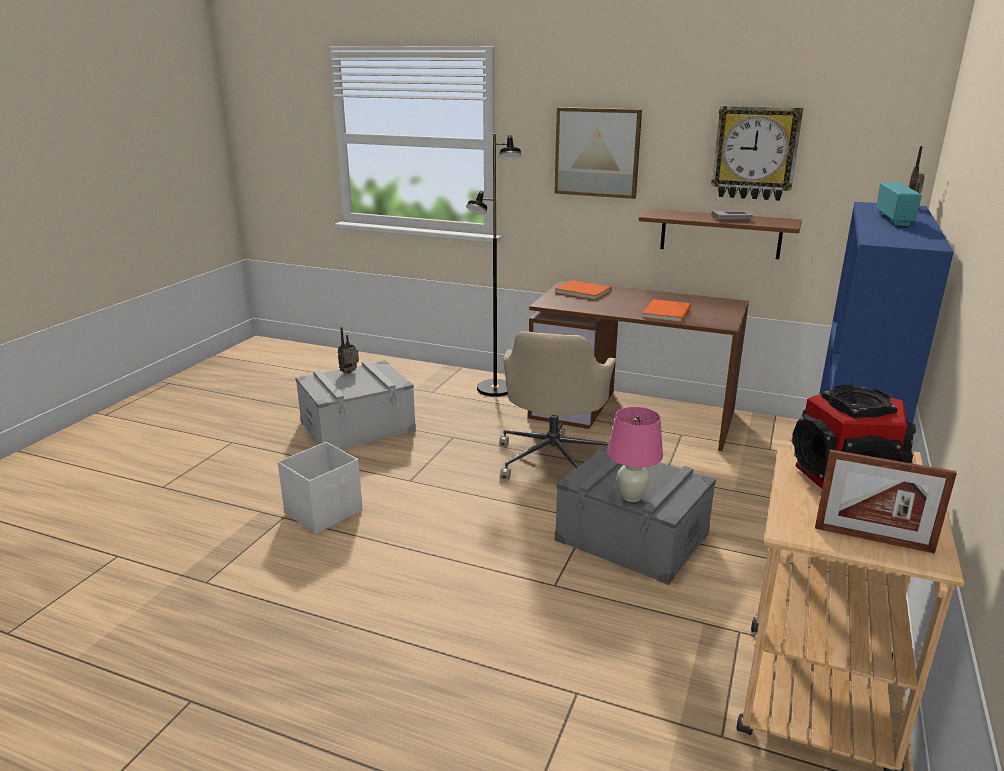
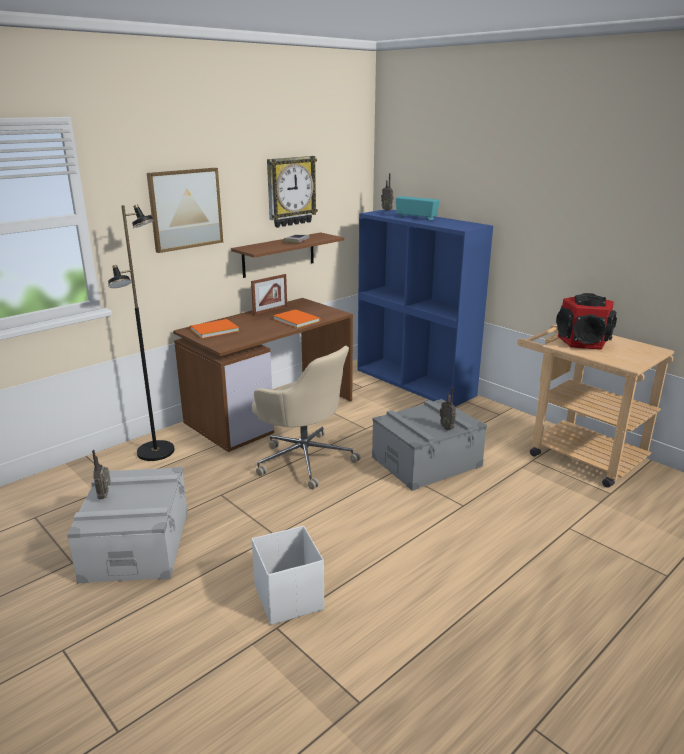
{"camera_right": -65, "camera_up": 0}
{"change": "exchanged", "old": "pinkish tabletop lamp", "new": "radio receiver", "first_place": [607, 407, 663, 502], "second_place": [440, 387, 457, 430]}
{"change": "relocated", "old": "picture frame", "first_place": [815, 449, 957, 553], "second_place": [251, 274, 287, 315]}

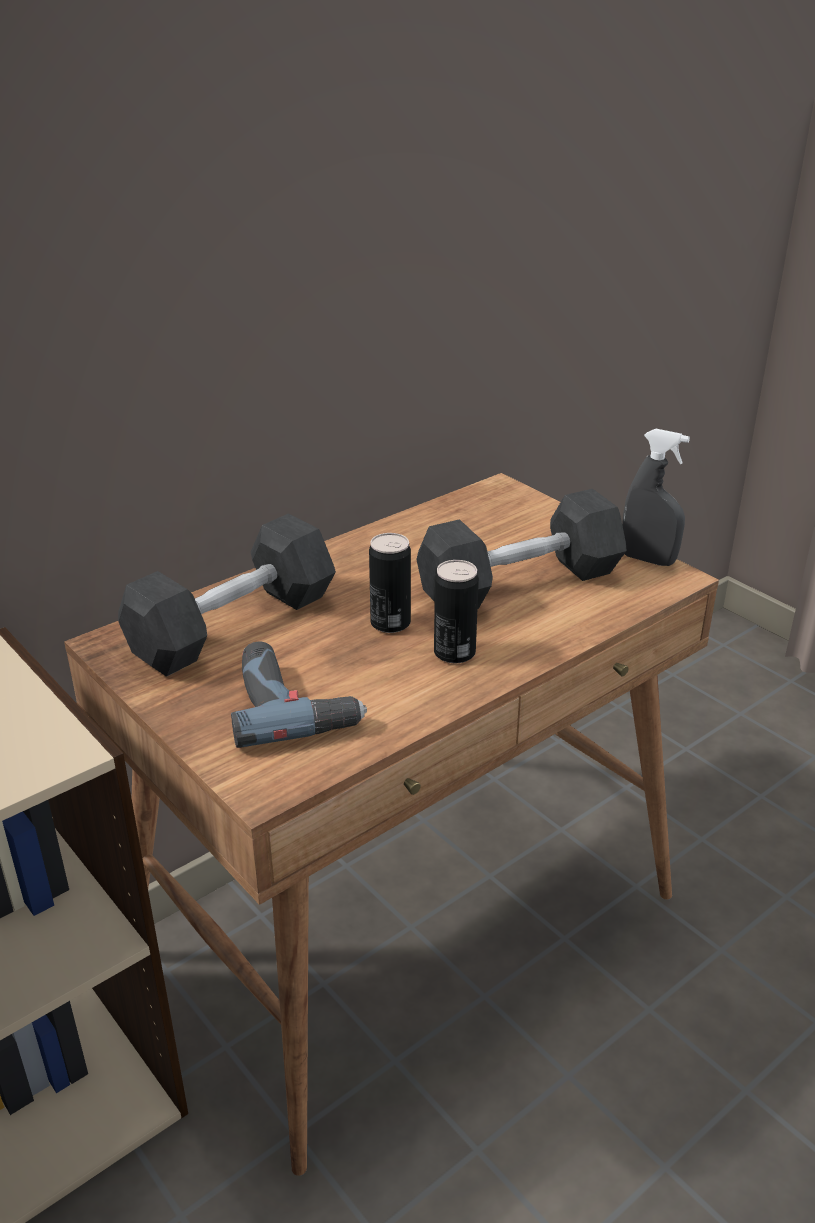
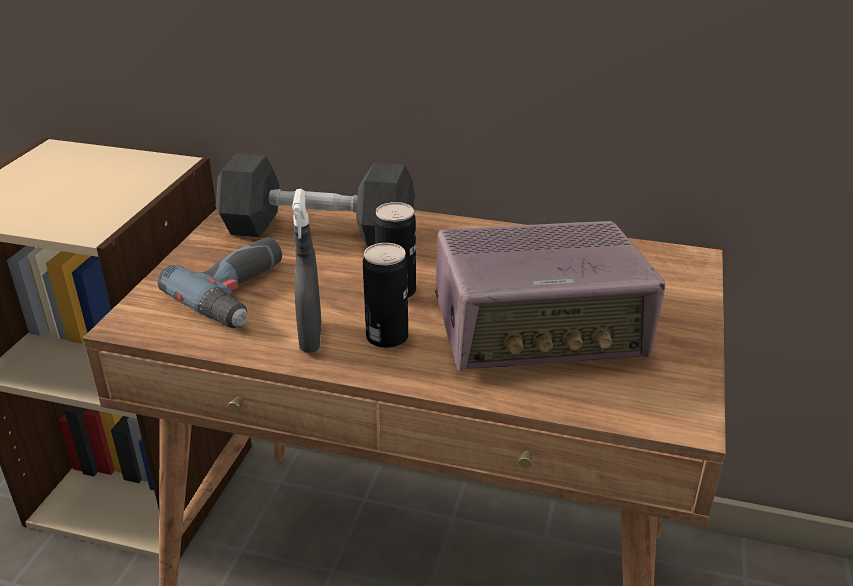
{"camera_right": 55, "camera_up": 0}
{"change": "relocated", "old": "greyish hand sprayer", "first_place": [622, 429, 690, 566], "second_place": [292, 189, 322, 353]}
{"change": "exchanged", "old": "greyish hand weight", "new": "radio receiver", "first_place": [416, 489, 626, 609], "second_place": [435, 221, 665, 372]}

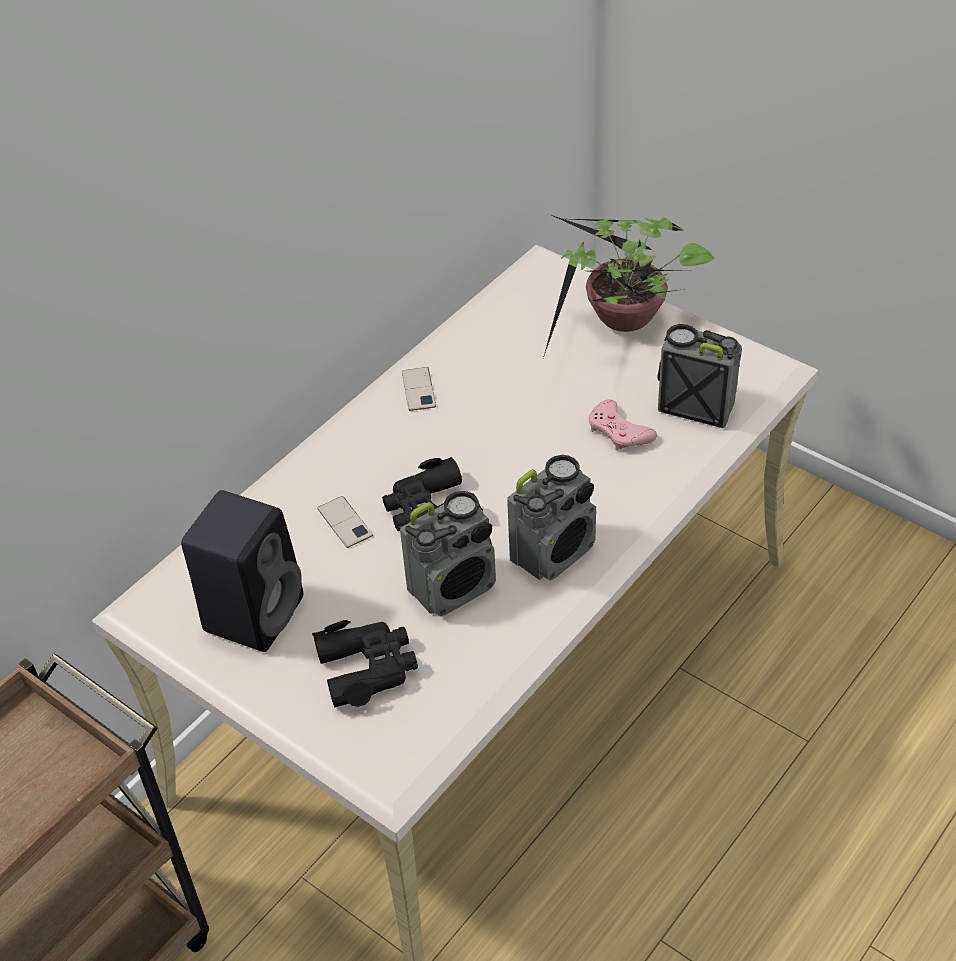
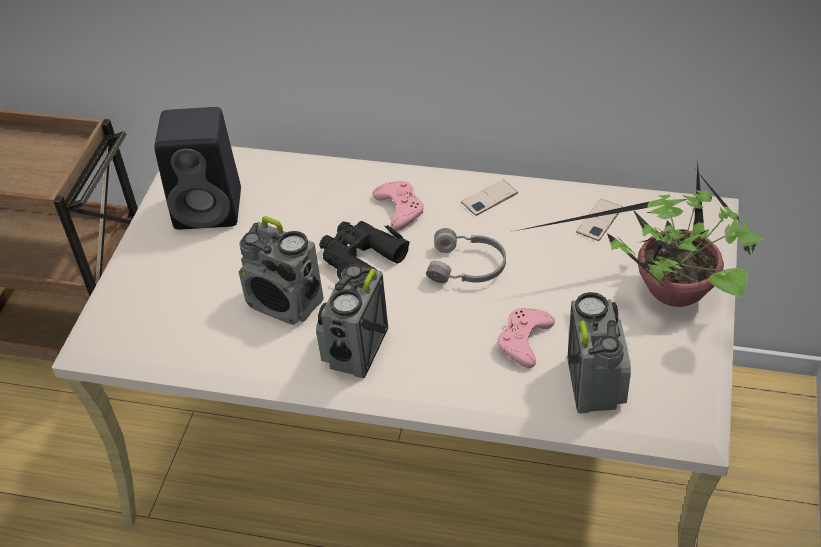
{"camera_right": 65, "camera_up": 0}
{"change": "spun", "old": "radio receiver", "first_place": [507, 455, 596, 581], "second_place": [316, 264, 388, 378], "degrees": 90}
{"change": "relocated", "old": "telephone", "first_place": [317, 496, 373, 548], "second_place": [576, 199, 622, 241]}
{"change": "missing", "old": "black field glasses", "first_place": [312, 620, 418, 707]}
{"change": "appeared", "new": "pinkish game controller", "second_place": [372, 181, 424, 231]}
{"change": "appeared", "new": "greyish pair of headphones", "second_place": [426, 228, 506, 283]}

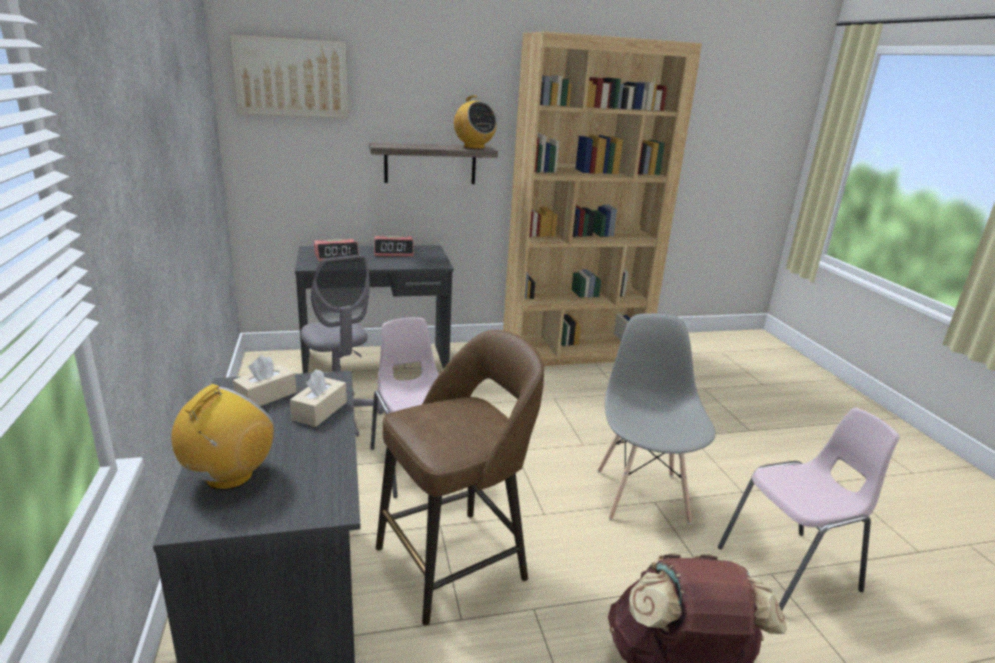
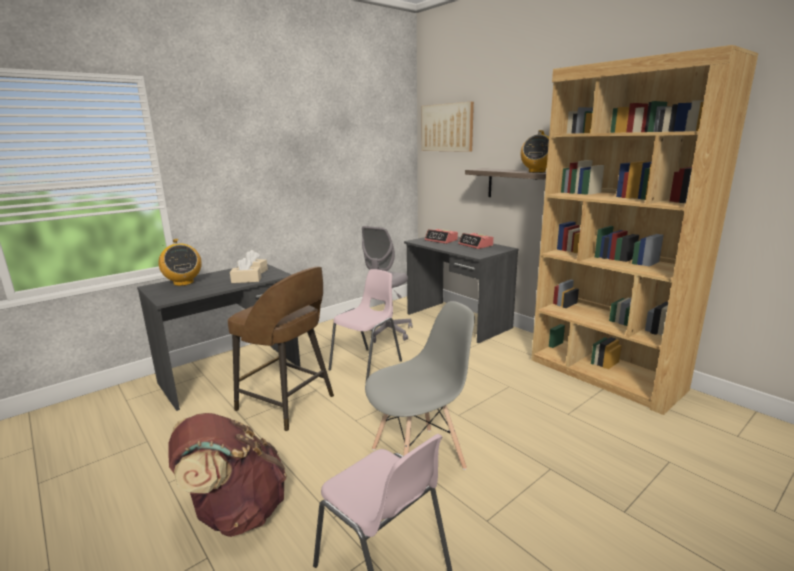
{"camera_right": 65, "camera_up": -5}
{"change": "spun", "old": "radio receiver", "first_place": [171, 384, 274, 490], "second_place": [158, 239, 202, 286], "degrees": 60}

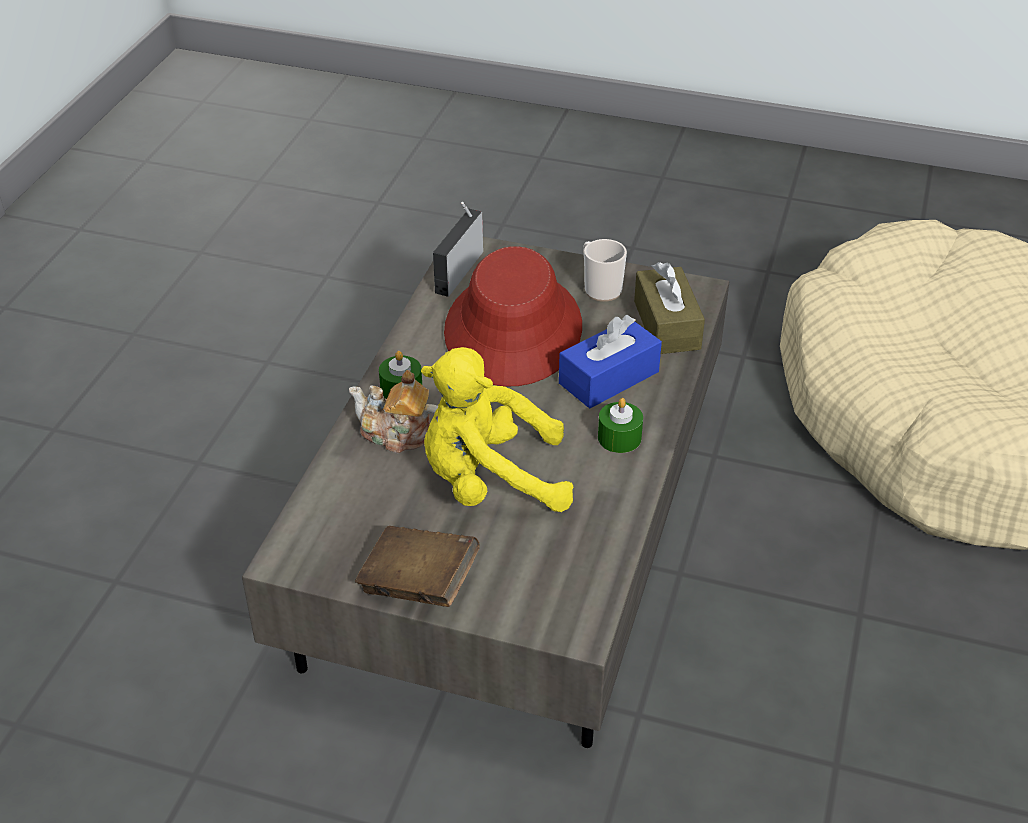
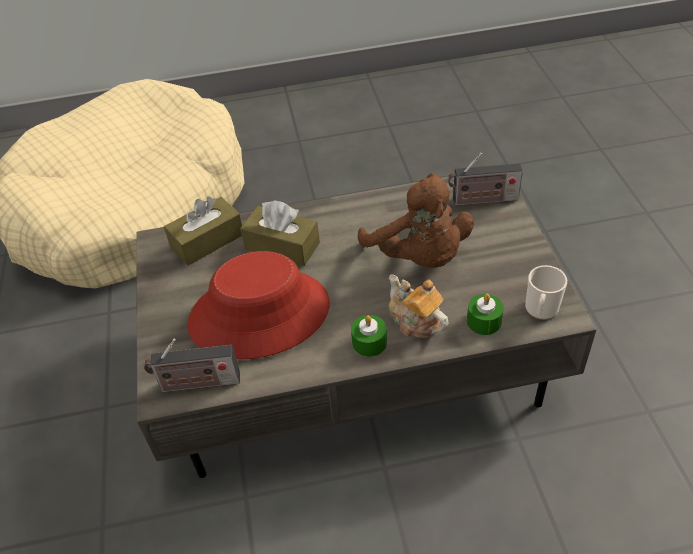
{"camera_right": -115, "camera_up": 5}
{"change": "relocated", "old": "tea mug", "first_place": [583, 239, 627, 302], "second_place": [525, 265, 567, 320]}
{"change": "colour", "old": "blue tissue holder", "new": "brownish tissue holder", "first_place": [559, 315, 662, 408], "second_place": [240, 200, 320, 266]}
{"change": "colour", "old": "yellow-coloured soft toy", "new": "brownish soft toy", "first_place": [421, 347, 573, 512], "second_place": [358, 174, 474, 268]}
{"change": "spun", "old": "pot for tea", "first_place": [349, 370, 438, 453], "second_place": [389, 275, 449, 338], "degrees": 150}
{"change": "relocated", "old": "green-coloured wax candle", "first_place": [598, 398, 643, 453], "second_place": [467, 294, 504, 335]}
{"change": "missing", "old": "brownish book", "first_place": [355, 526, 480, 607]}
{"change": "appeared", "new": "radio receiver", "second_place": [448, 153, 523, 206]}

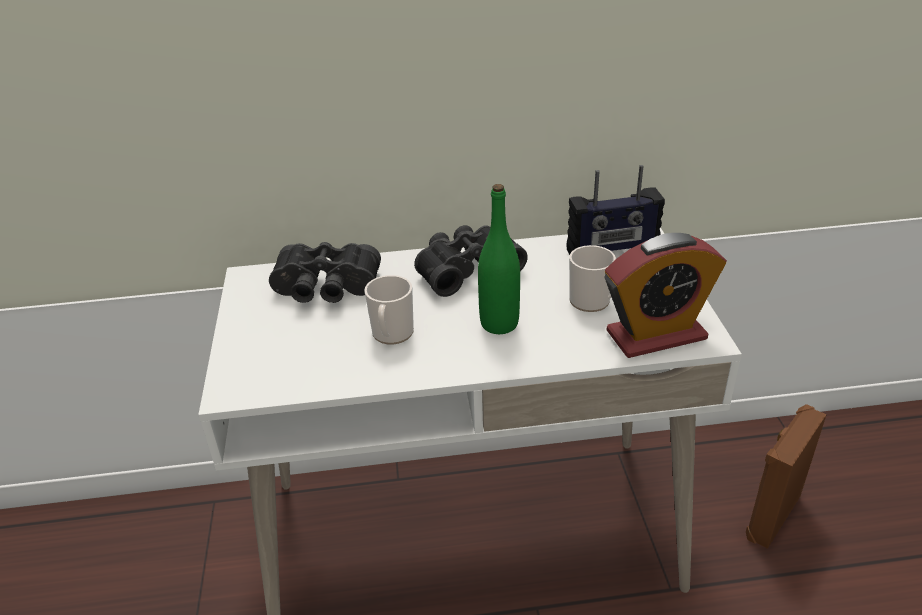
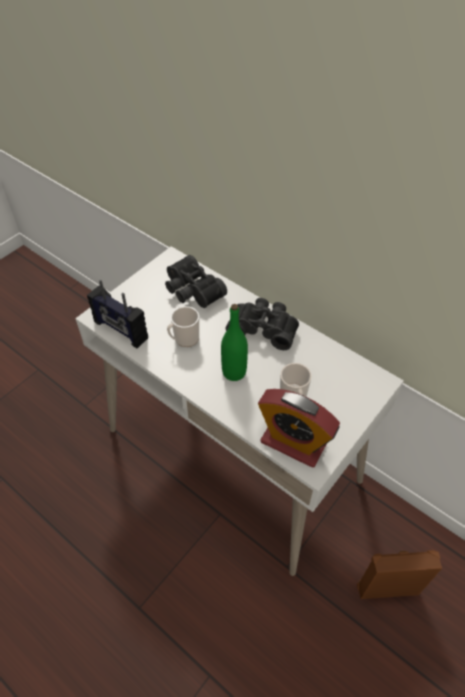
{"camera_right": 45, "camera_up": 15}
{"change": "relocated", "old": "radio receiver", "first_place": [567, 165, 665, 255], "second_place": [87, 280, 148, 348]}

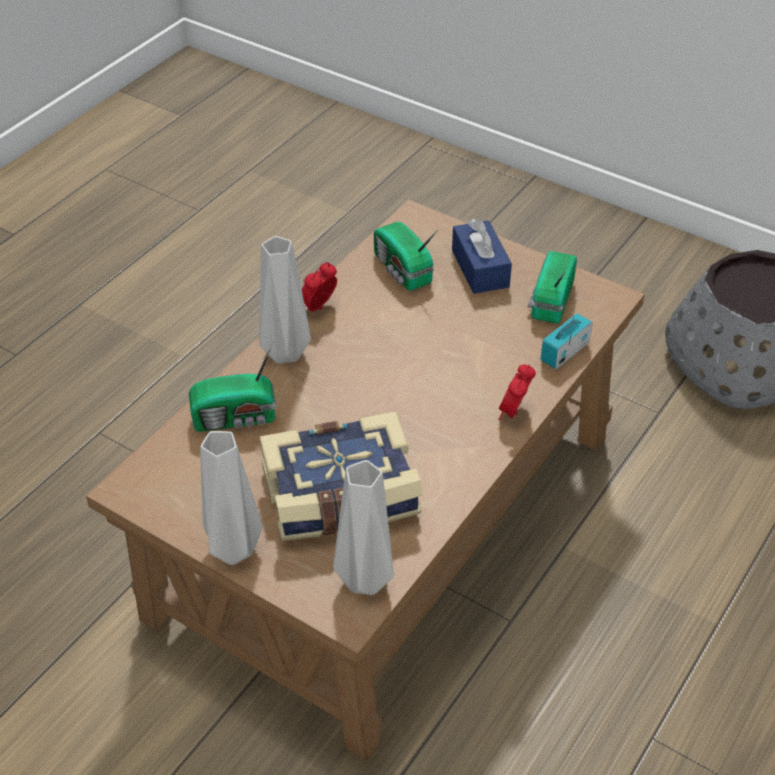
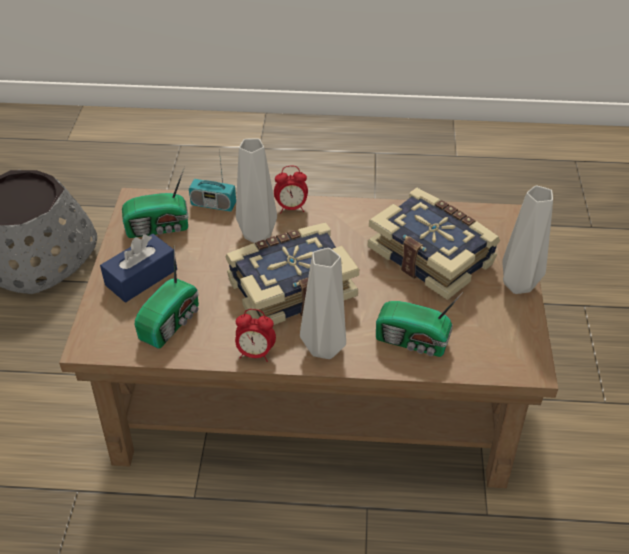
{"camera_right": -120, "camera_up": 0}
{"change": "spun", "old": "radio receiver", "first_place": [189, 342, 276, 432], "second_place": [376, 292, 463, 357], "degrees": 150}
{"change": "relocated", "old": "greyish decorative vase", "first_place": [333, 460, 394, 595], "second_place": [236, 138, 277, 243]}
{"change": "appeared", "new": "book", "second_place": [226, 223, 359, 325]}

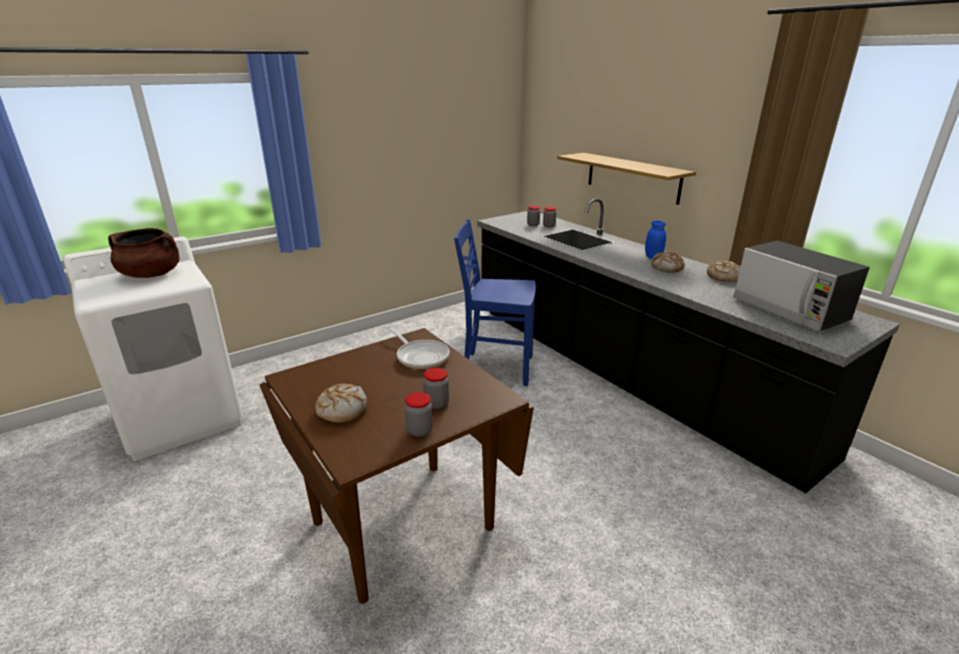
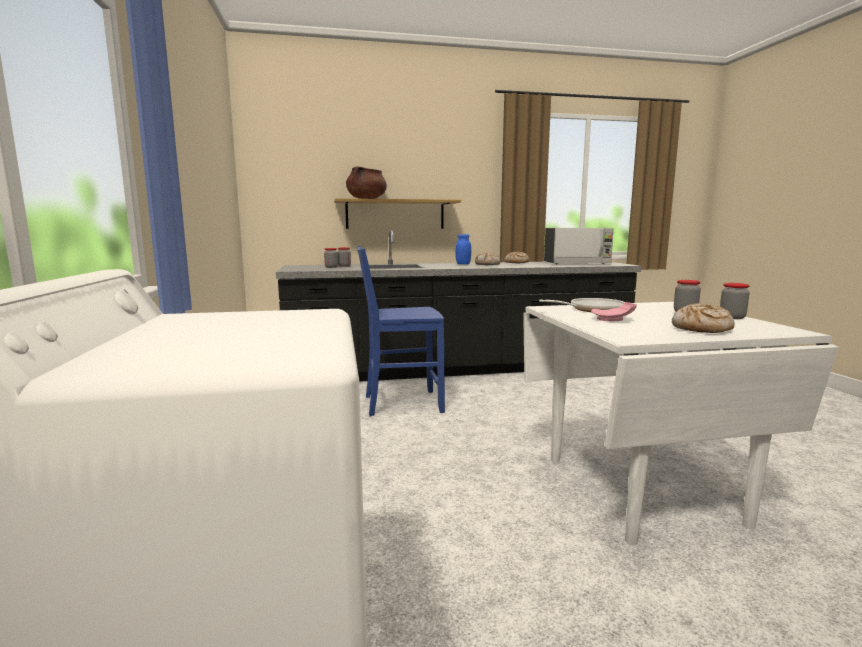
{"camera_right": -65, "camera_up": -15}
{"change": "spun", "old": "blue plain chair", "first_place": [454, 220, 536, 386], "second_place": [357, 246, 445, 416], "degrees": 45}
{"change": "relocated", "old": "brownish cooking pot", "first_place": [108, 228, 180, 278], "second_place": [346, 166, 387, 199]}
{"change": "colour", "old": "brownish dinner table", "new": "whitish dinner table", "first_place": [259, 328, 534, 604], "second_place": [523, 302, 839, 545]}
{"change": "appeared", "new": "pinkish dinner plate", "second_place": [591, 302, 637, 321]}

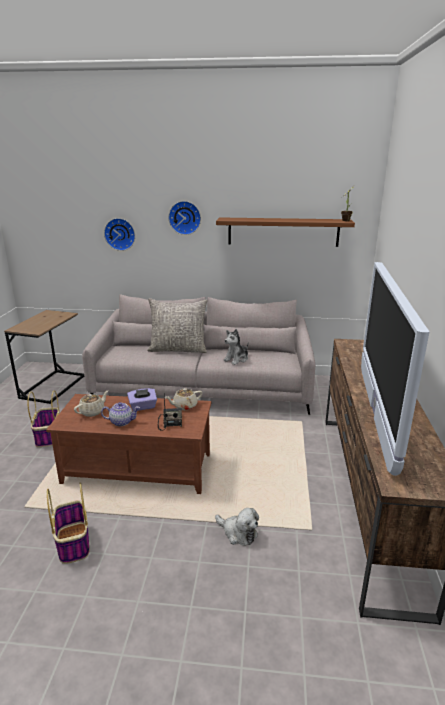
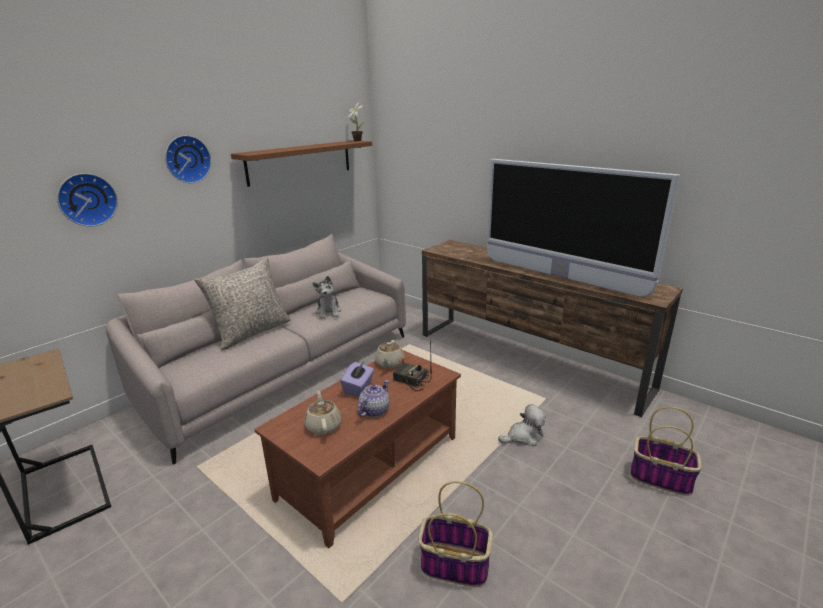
{"camera_right": -55, "camera_up": 0}
{"change": "relocated", "old": "household basket", "first_place": [27, 390, 60, 447], "second_place": [630, 406, 702, 496]}

